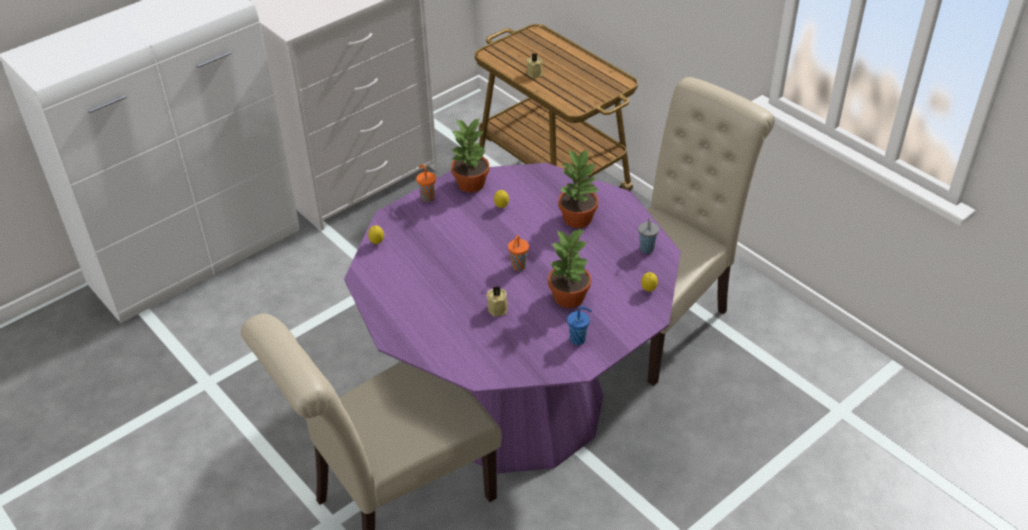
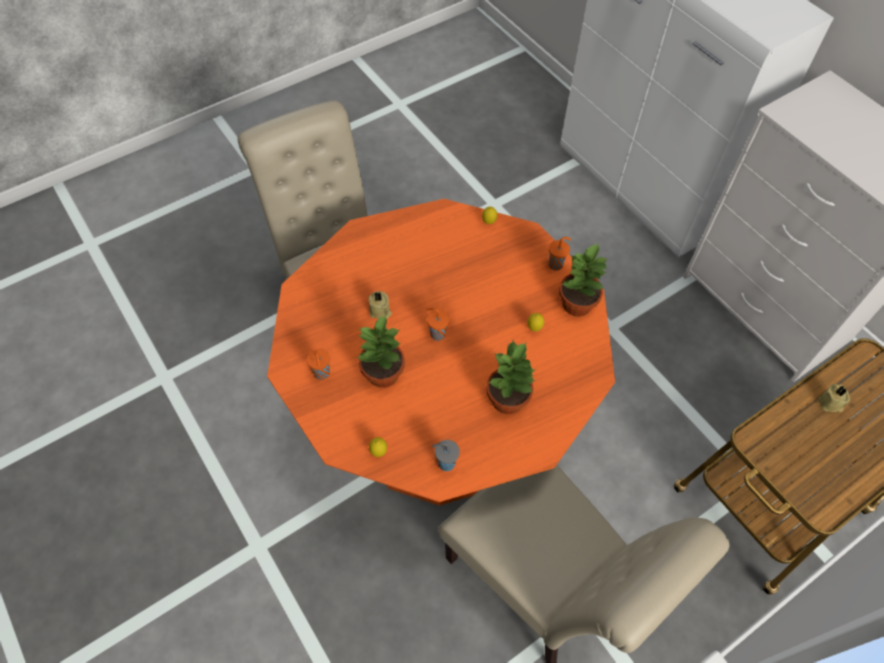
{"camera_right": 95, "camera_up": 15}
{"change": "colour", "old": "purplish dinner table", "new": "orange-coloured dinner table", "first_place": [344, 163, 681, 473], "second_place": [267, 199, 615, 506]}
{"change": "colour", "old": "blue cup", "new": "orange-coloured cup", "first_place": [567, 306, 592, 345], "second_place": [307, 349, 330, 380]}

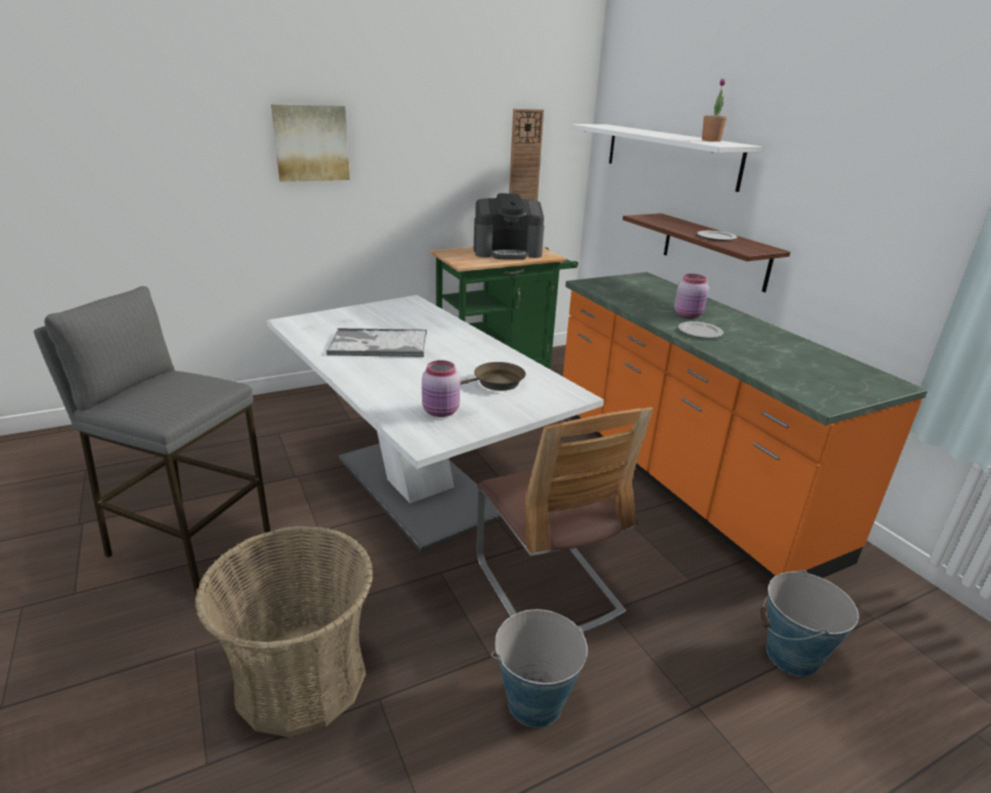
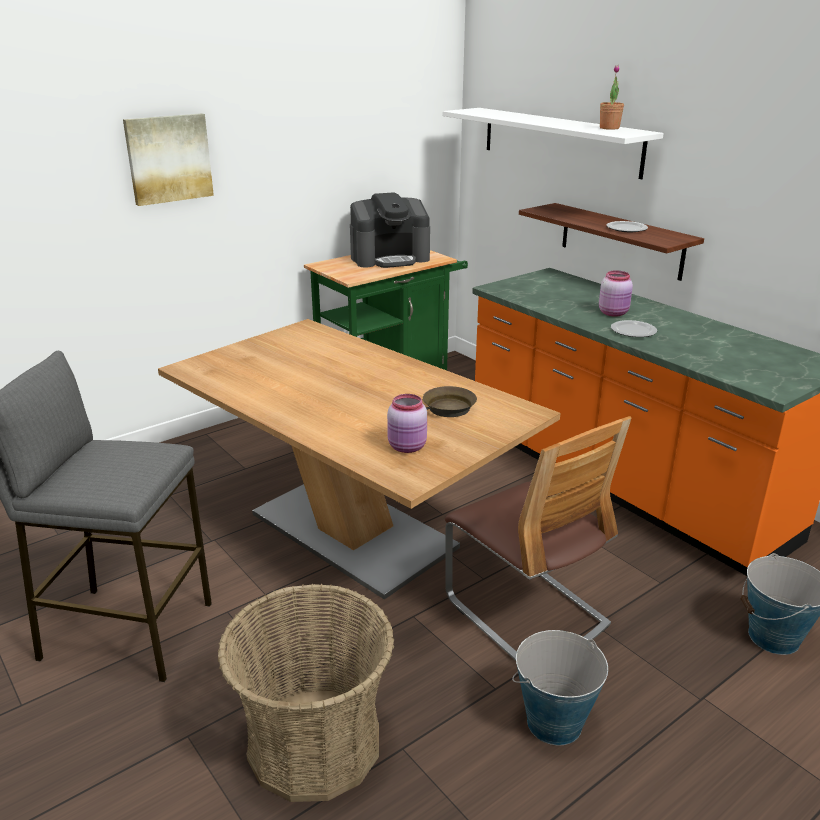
{"camera_right": -10, "camera_up": 0}
{"change": "missing", "old": "clock on the wall", "first_place": [509, 109, 544, 201]}
{"change": "colour", "old": "whitish dinner table", "new": "brownish dinner table", "first_place": [267, 295, 604, 552], "second_place": [158, 319, 560, 600]}
{"change": "missing", "old": "serving tray", "first_place": [326, 328, 427, 357]}

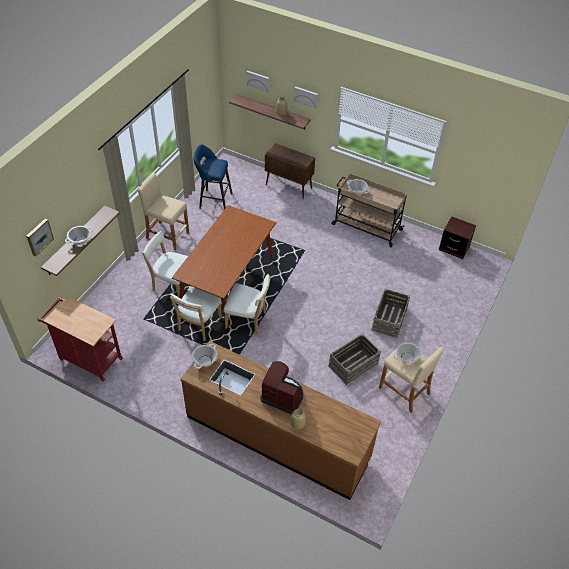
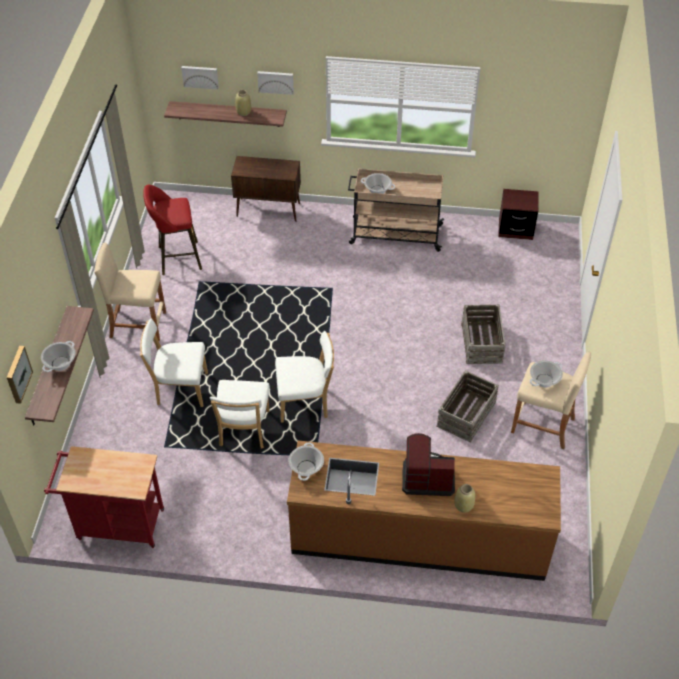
{"camera_right": -20, "camera_up": 0}
{"change": "colour", "old": "blue sitting stool", "new": "red sitting stool", "first_place": [194, 145, 233, 209], "second_place": [143, 185, 202, 275]}
{"change": "missing", "old": "brownish dinner table", "first_place": [172, 205, 276, 328]}

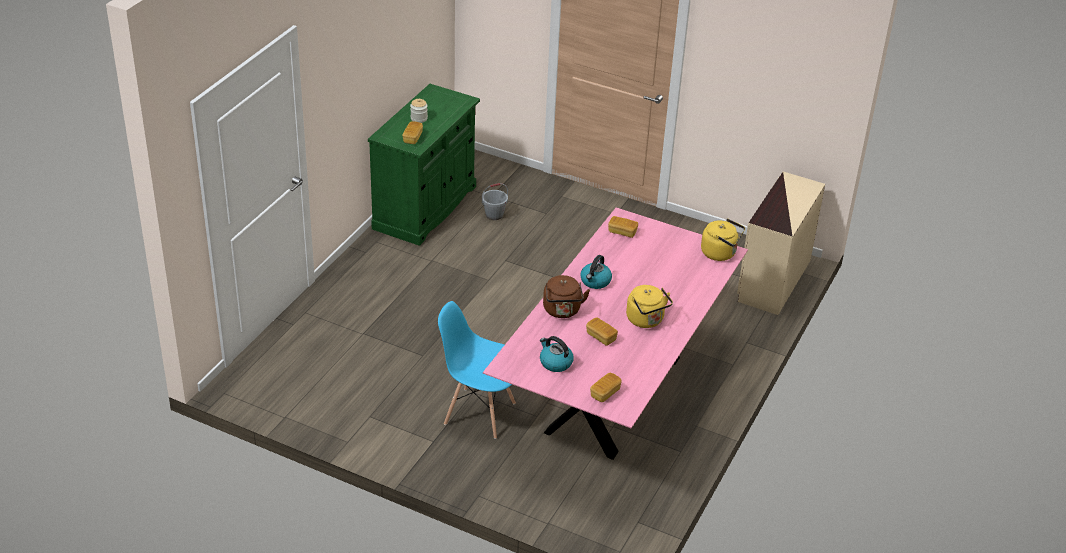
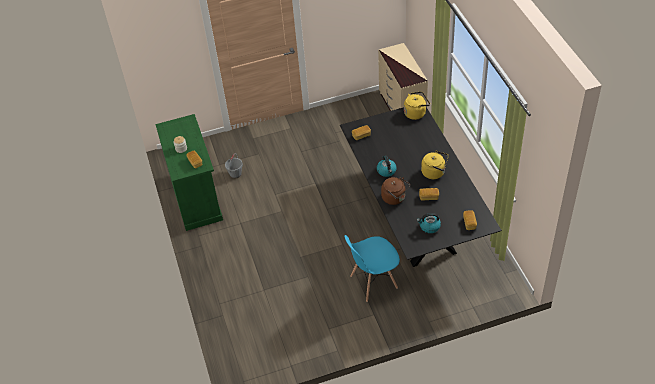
{"camera_right": -40, "camera_up": 10}
{"change": "colour", "old": "pinkish dinner table", "new": "black dinner table", "first_place": [483, 207, 748, 460], "second_place": [340, 107, 502, 267]}

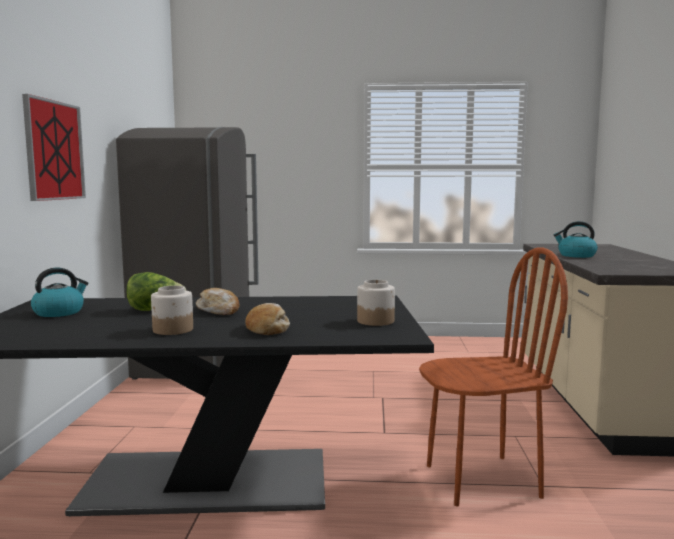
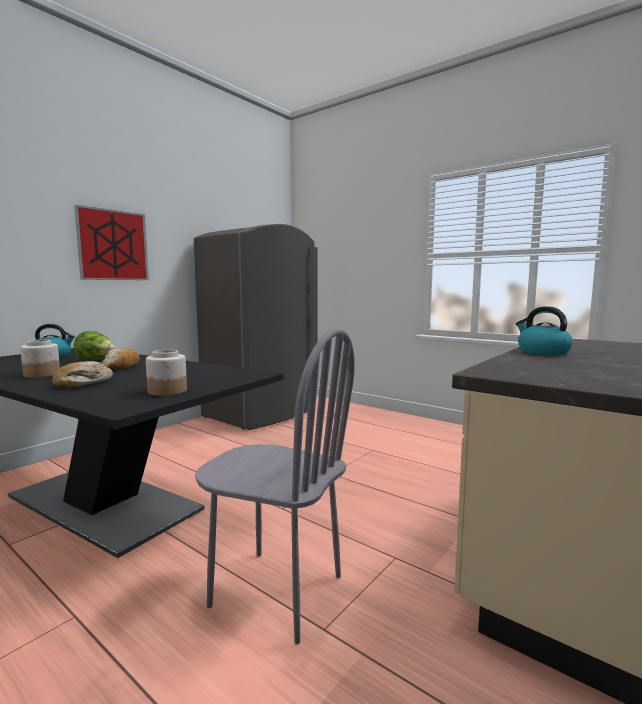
{"camera_right": 35, "camera_up": 0}
{"change": "colour", "old": "brownish plain chair", "new": "greyish plain chair", "first_place": [419, 248, 568, 506], "second_place": [195, 328, 355, 645]}

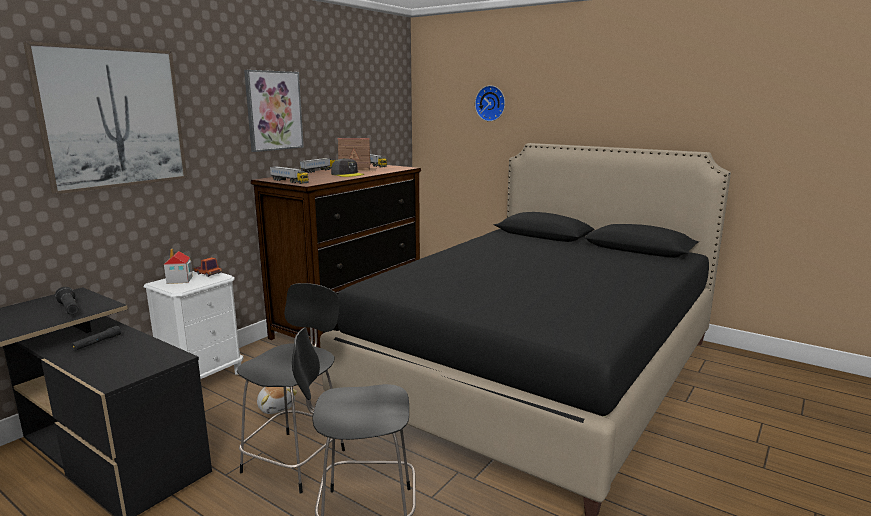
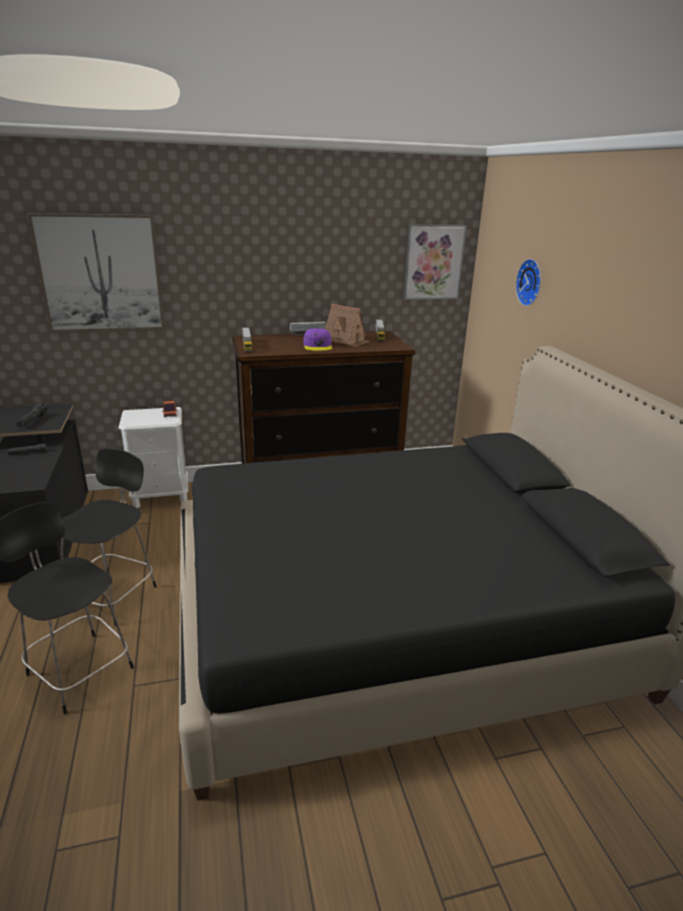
{"camera_right": 40, "camera_up": 10}
{"change": "relocated", "old": "wall picture", "first_place": [244, 70, 304, 152], "second_place": [403, 224, 467, 300]}
{"change": "colour", "old": "greyish cap", "new": "purplish cap", "first_place": [331, 158, 364, 177], "second_place": [303, 328, 332, 351]}
{"change": "missing", "old": "toy house", "first_place": [164, 248, 193, 284]}
{"change": "spun", "old": "black plain chair", "first_place": [237, 283, 345, 494], "second_place": [61, 449, 157, 626], "degrees": -45}
{"change": "missing", "old": "soft toy", "first_place": [257, 387, 297, 414]}

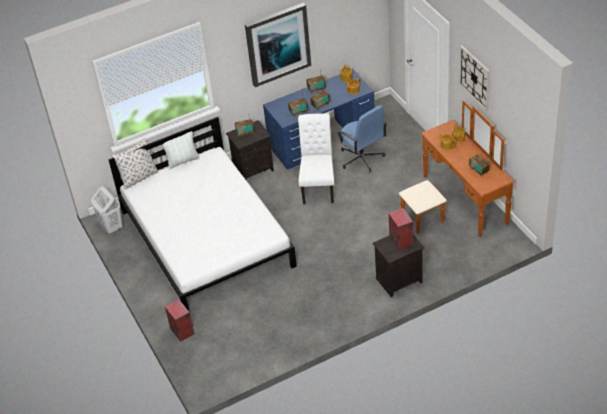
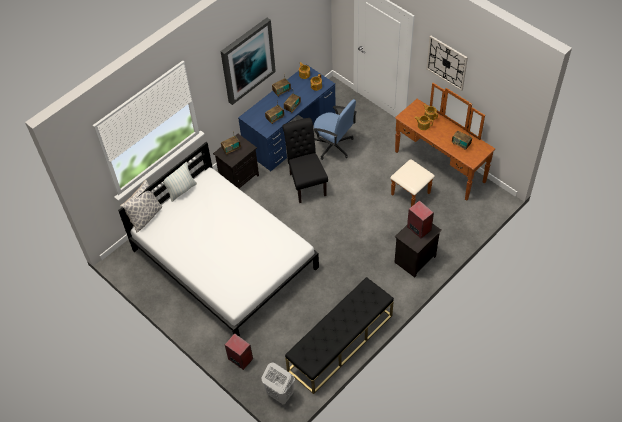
{"camera_right": -20, "camera_up": 10}
{"change": "colour", "old": "whitish plain chair", "new": "black plain chair", "first_place": [298, 113, 335, 204], "second_place": [282, 118, 328, 203]}
{"change": "relocated", "old": "whitish washing basket", "first_place": [91, 186, 122, 234], "second_place": [262, 363, 295, 405]}
{"change": "appeared", "new": "black indoor bench", "second_place": [285, 277, 394, 394]}

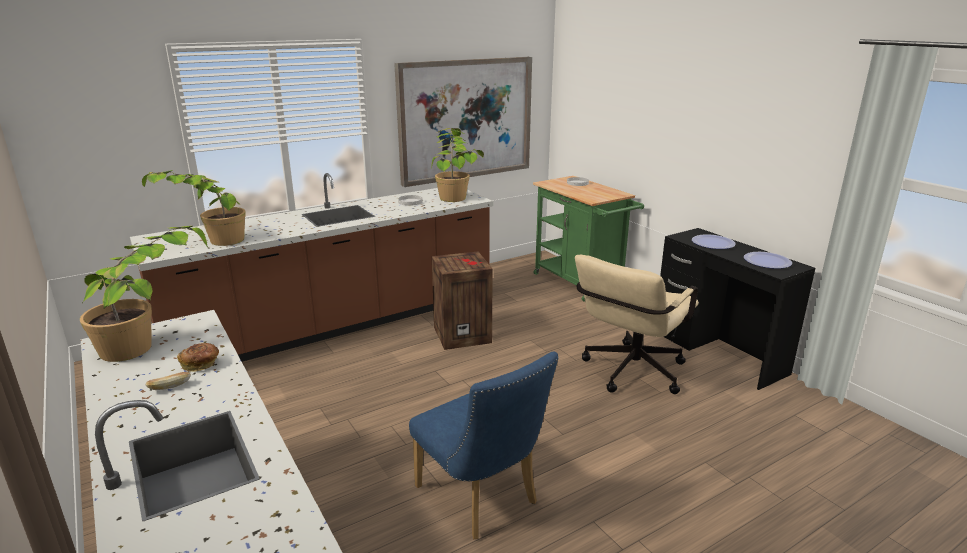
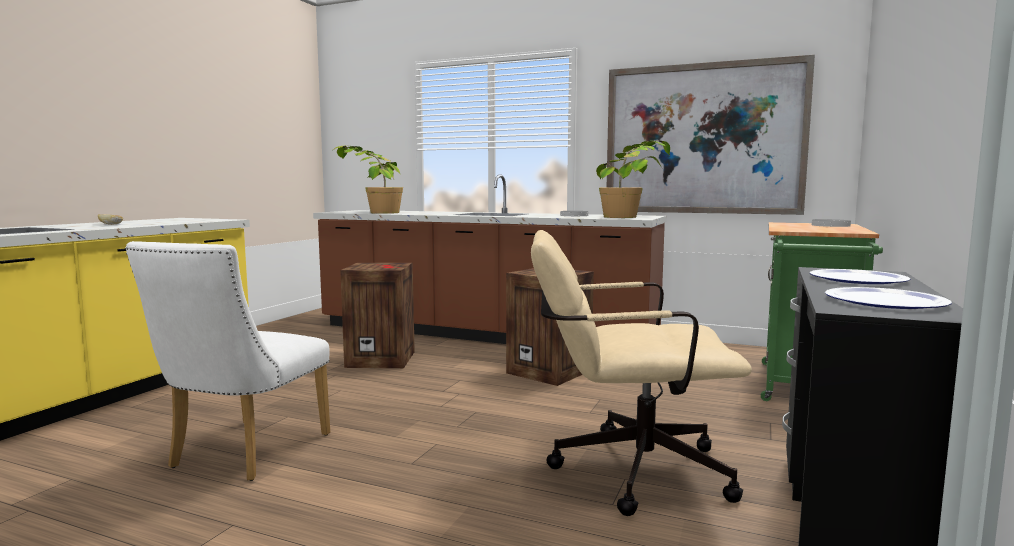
{"camera_right": 55, "camera_up": -15}
{"change": "missing", "old": "houseplant", "first_place": [80, 226, 208, 362]}
{"change": "missing", "old": "bread", "first_place": [177, 343, 219, 372]}
{"change": "colour", "old": "blue plain chair", "new": "whitish plain chair", "first_place": [409, 352, 559, 539], "second_place": [125, 241, 330, 481]}
{"change": "appeared", "new": "shipping crate", "second_place": [340, 263, 415, 368]}

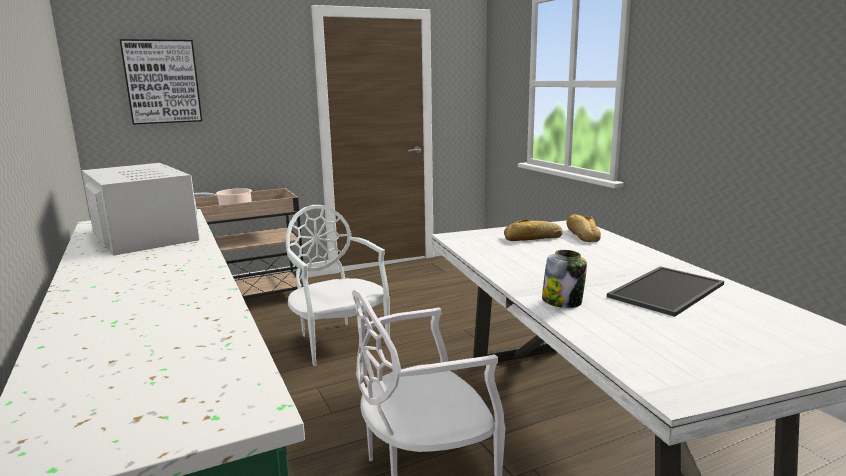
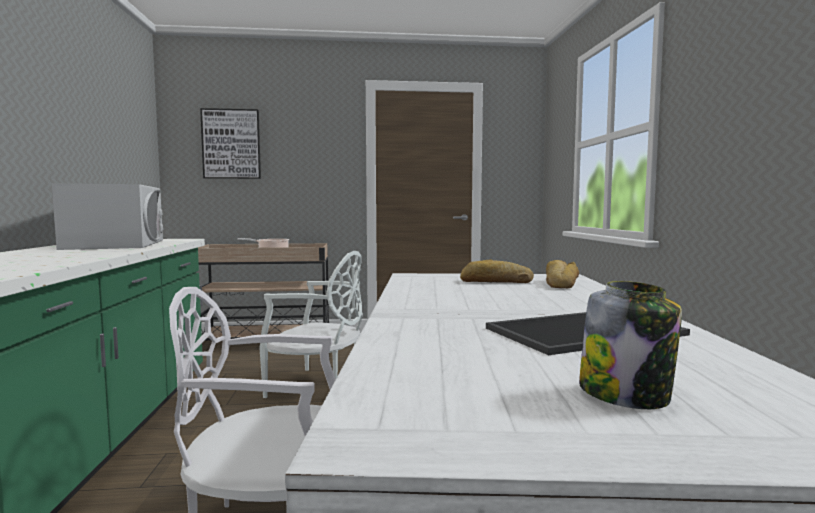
{"camera_right": 20, "camera_up": -10}
{"change": "spun", "old": "whitish plain chair", "first_place": [286, 205, 390, 366], "second_place": [259, 251, 363, 398], "degrees": 120}
{"change": "relocated", "old": "jar", "first_place": [542, 250, 587, 308], "second_place": [579, 281, 682, 409]}

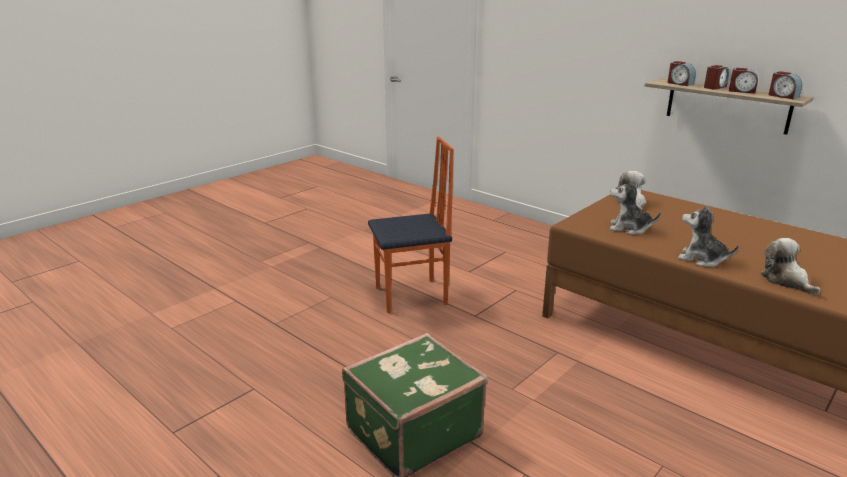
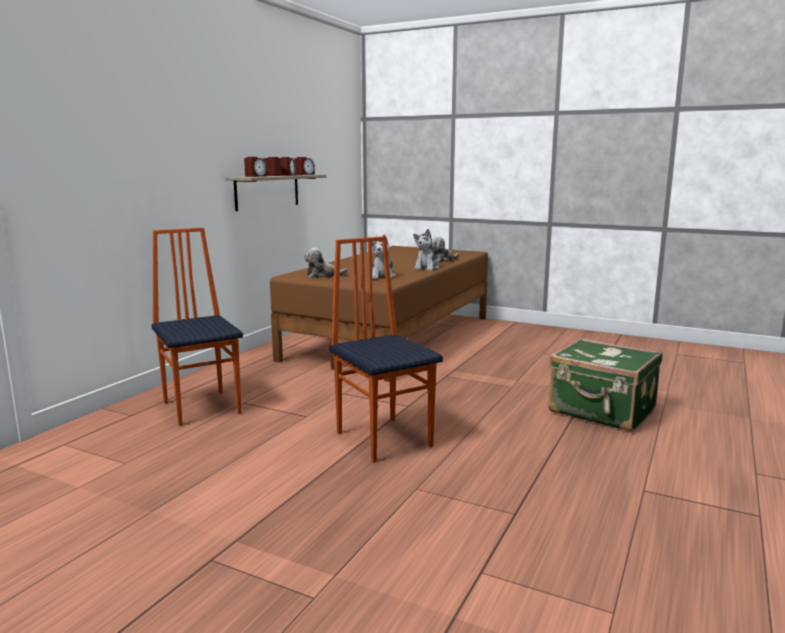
{"camera_right": -105, "camera_up": -10}
{"change": "appeared", "new": "plain chair", "second_place": [152, 228, 243, 426]}

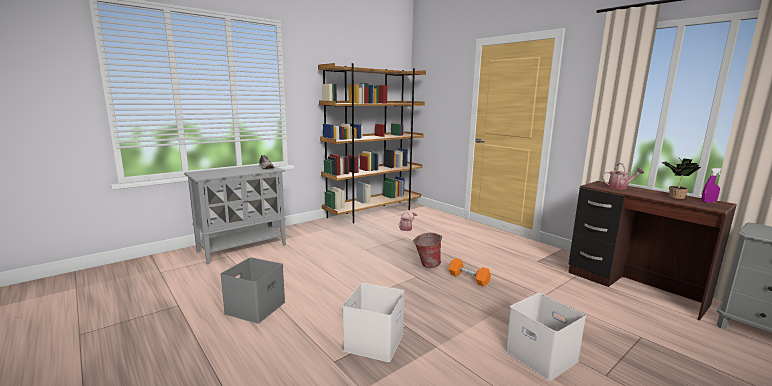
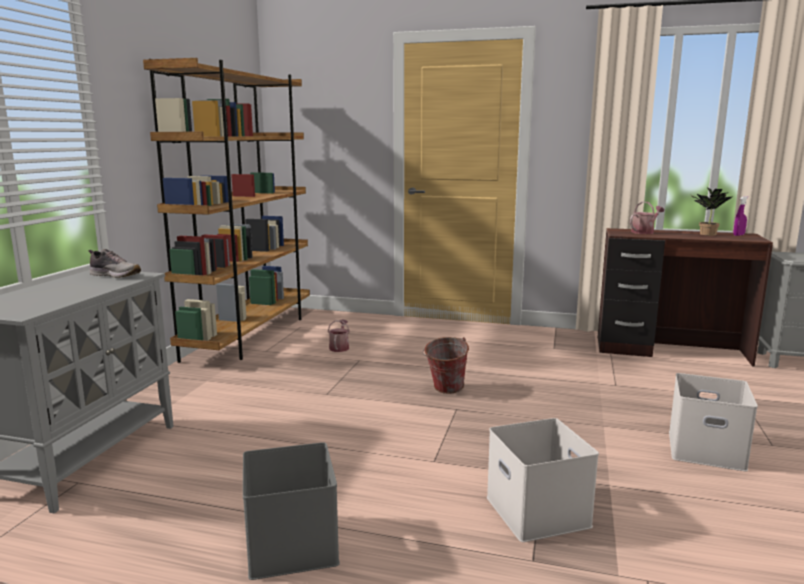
{"camera_right": -35, "camera_up": 0}
{"change": "missing", "old": "orange-coloured hand weight", "first_place": [449, 258, 491, 287]}

